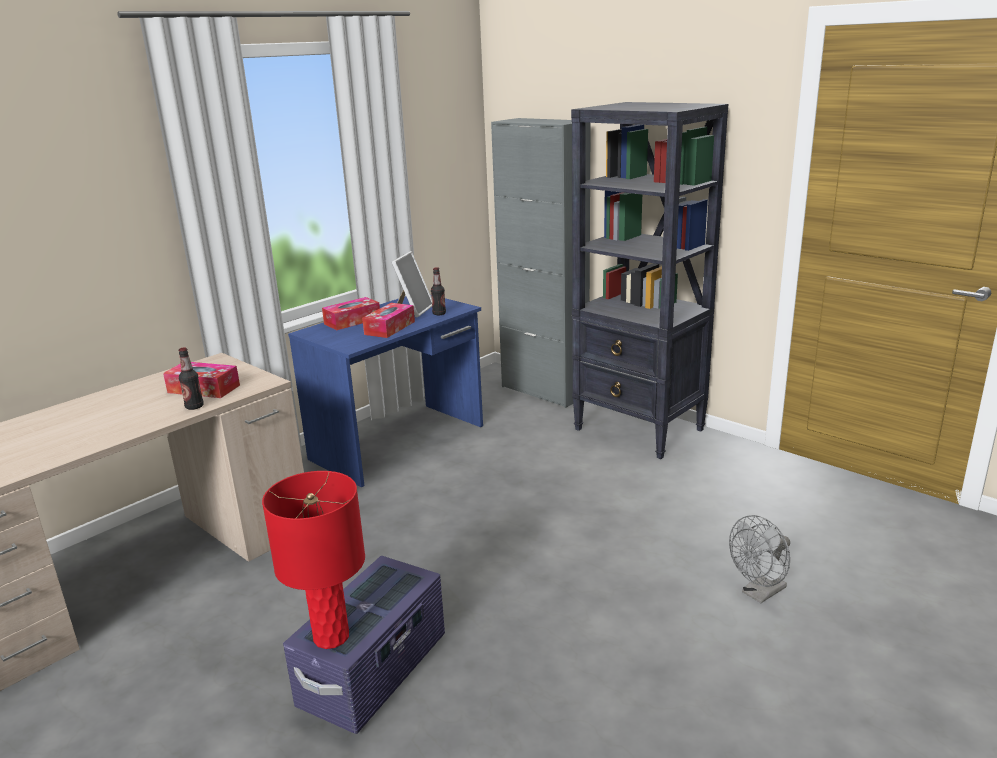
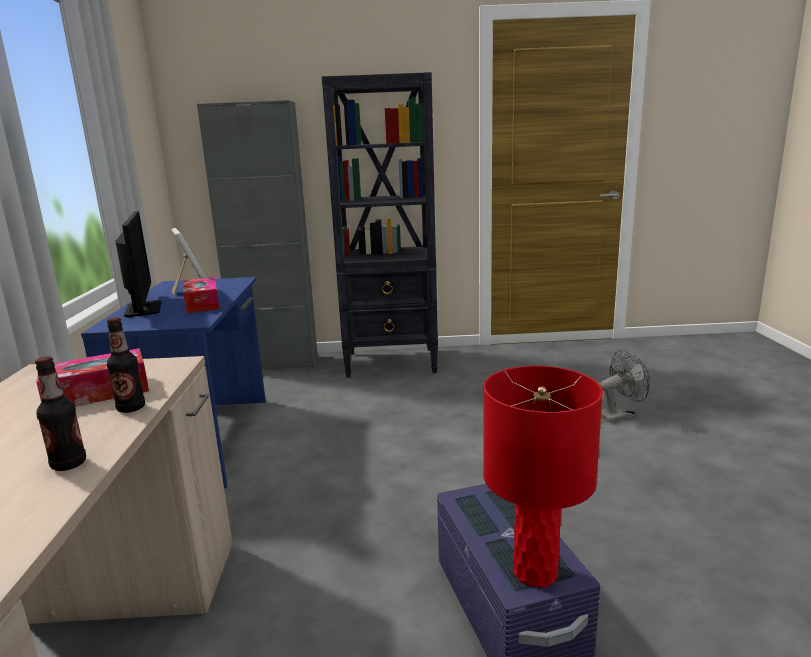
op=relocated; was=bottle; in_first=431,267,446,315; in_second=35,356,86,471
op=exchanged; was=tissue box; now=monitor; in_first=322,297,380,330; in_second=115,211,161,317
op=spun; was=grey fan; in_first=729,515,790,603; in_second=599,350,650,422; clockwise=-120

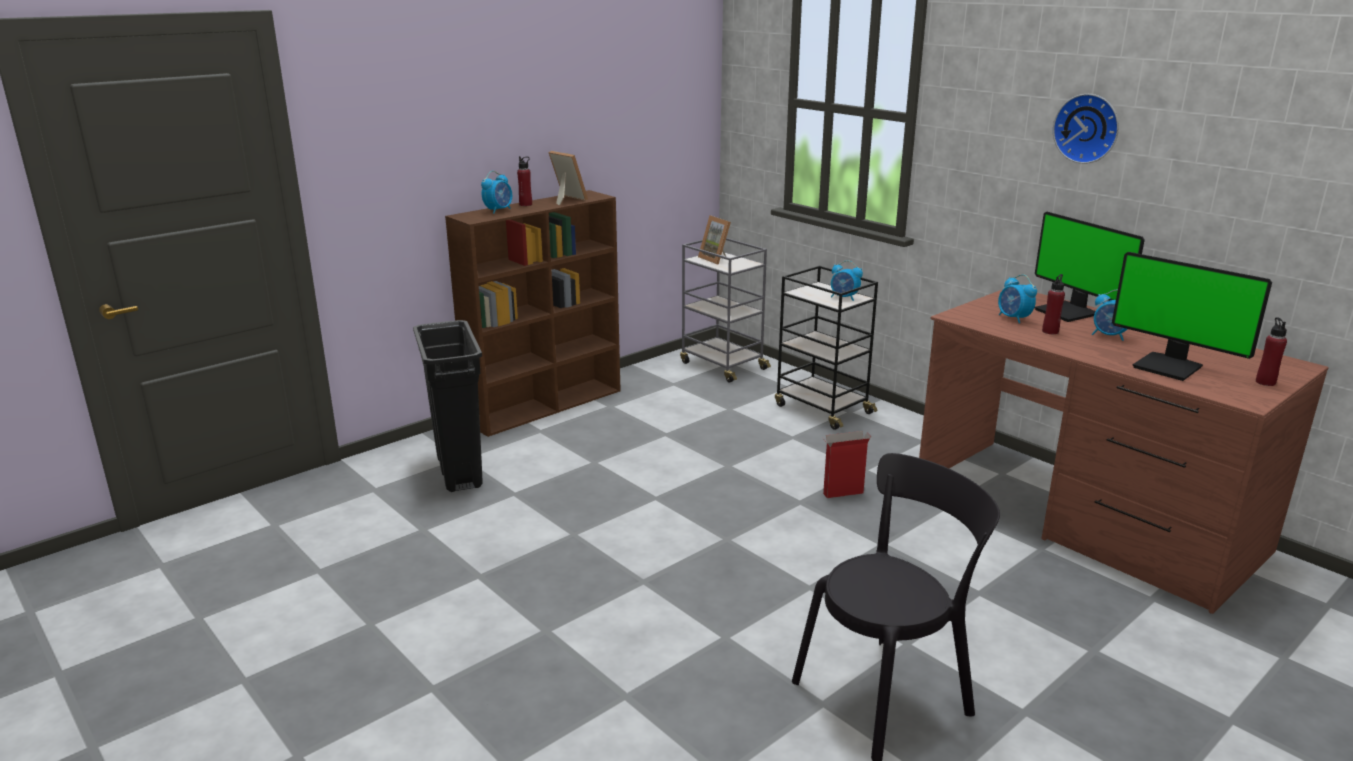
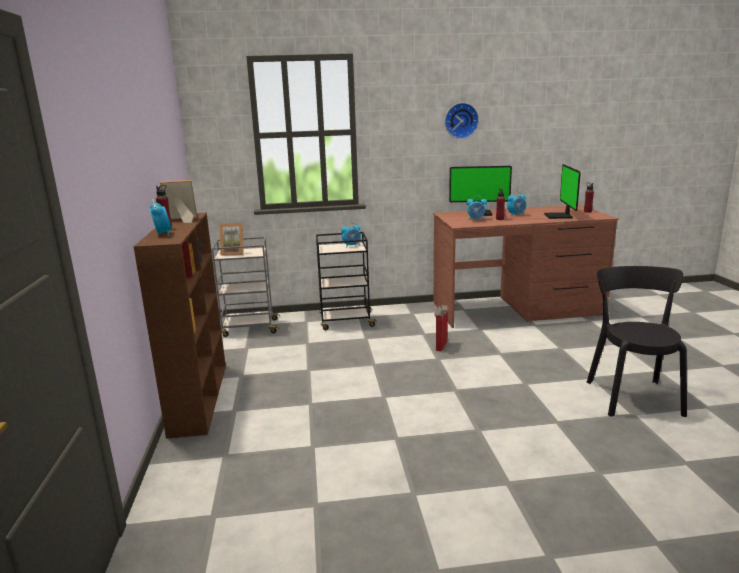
op=missing; was=black trash can; in_first=413,320,483,492
op=spun; was=monitor; in_first=1112,252,1272,381; in_second=544,164,581,219; clockwise=105

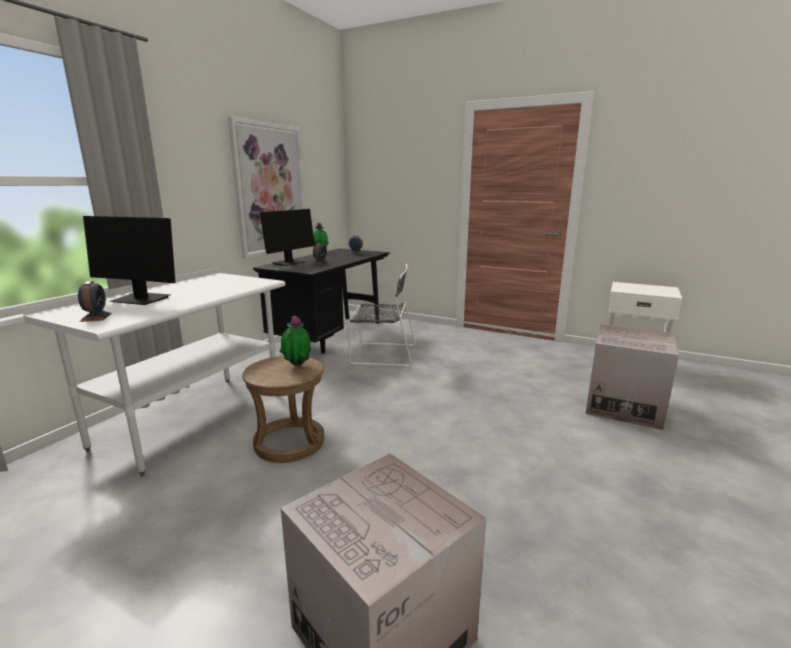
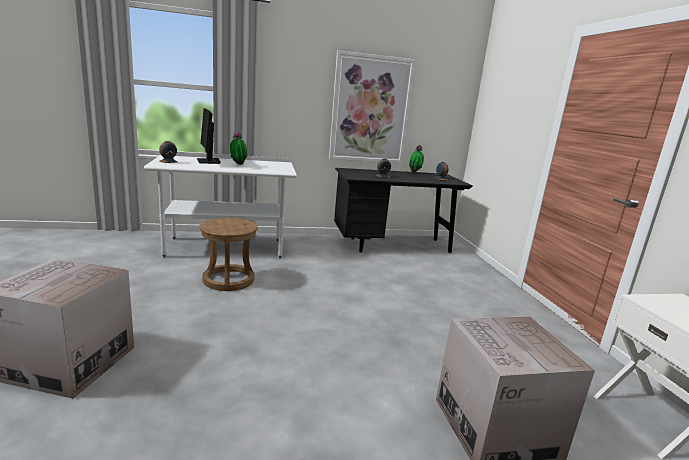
op=missing; was=monitor; in_first=260,209,315,266
op=missing; was=black chair; in_first=348,264,416,367
op=relocated; was=potted plant; in_first=279,316,311,366; in_second=230,131,247,165

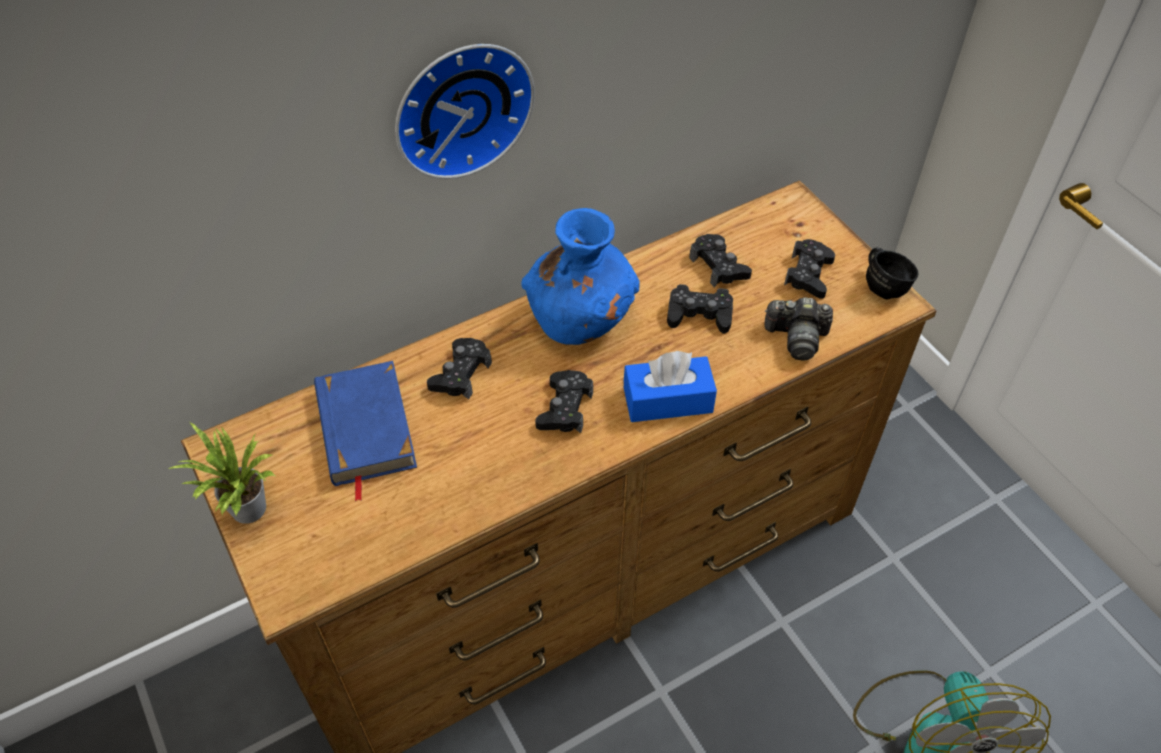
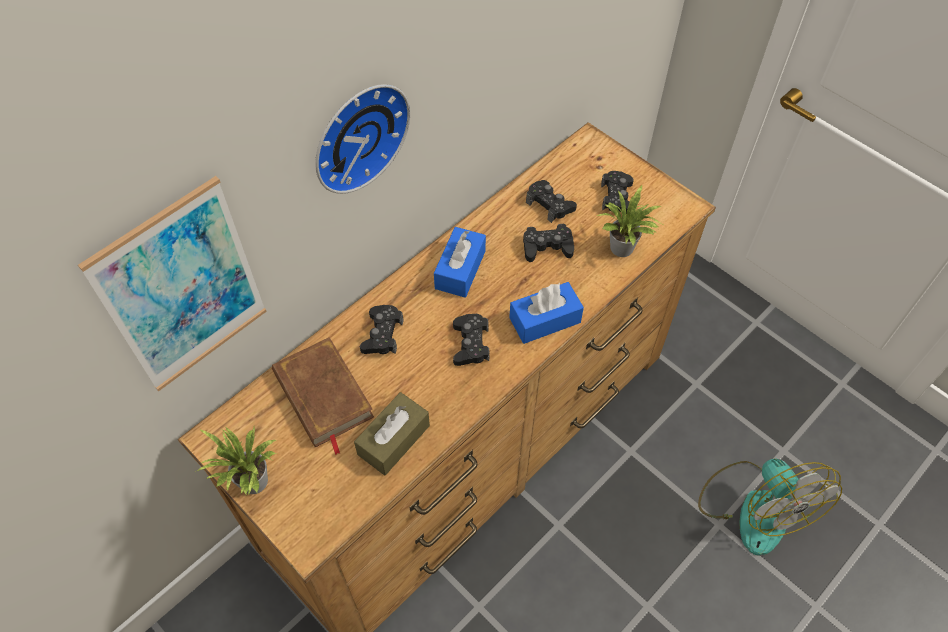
op=missing; was=black mug; in_first=866,248,919,299
op=appeared; now=picture; in_second=78,176,267,391
op=appeared; now=brown tissue box; in_second=354,392,430,476
op=exchanged; was=blue vase; now=blue tissue box; in_first=521,208,640,345; in_second=434,227,486,298
op=exchanged; was=photo camera; now=potted plant; in_first=764,297,833,360; in_second=597,185,665,257
op=colour; was=blue book; now=brown book; in_first=314,361,417,501; in_second=272,337,374,455

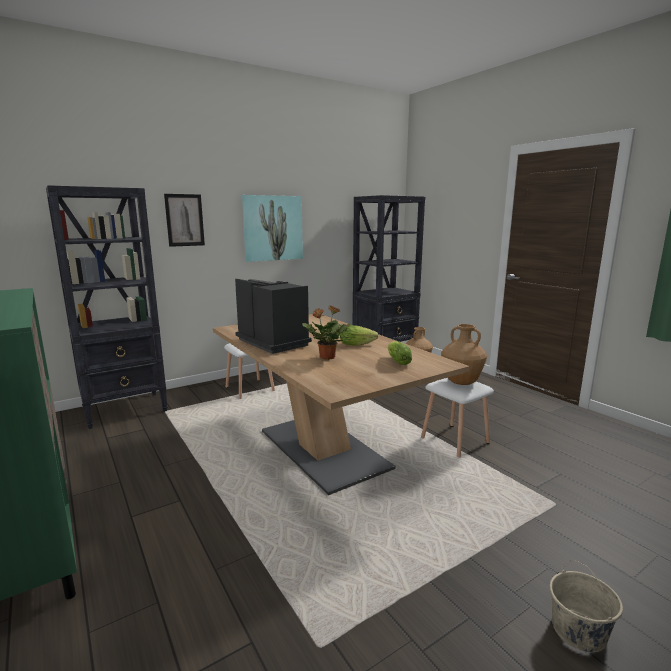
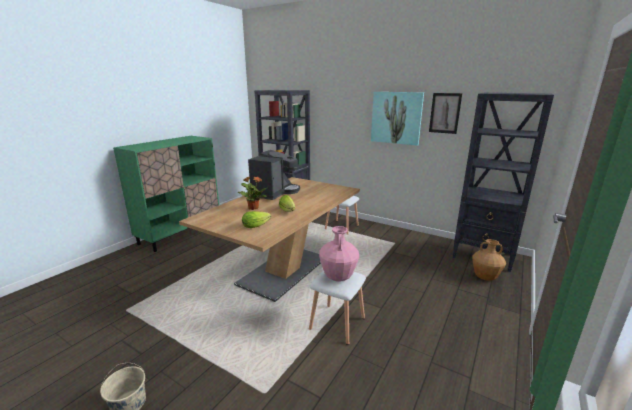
op=relocated; was=picture; in_first=164,194,205,247; in_second=429,93,462,134
op=colour; was=brown vase; now=pink vase; in_first=441,324,487,385; in_second=319,226,359,281

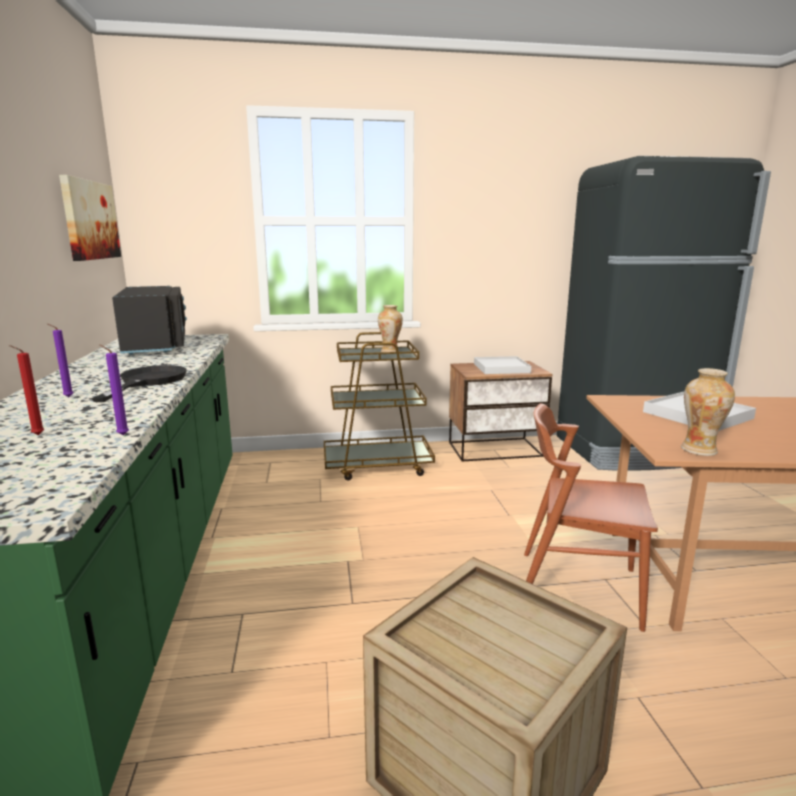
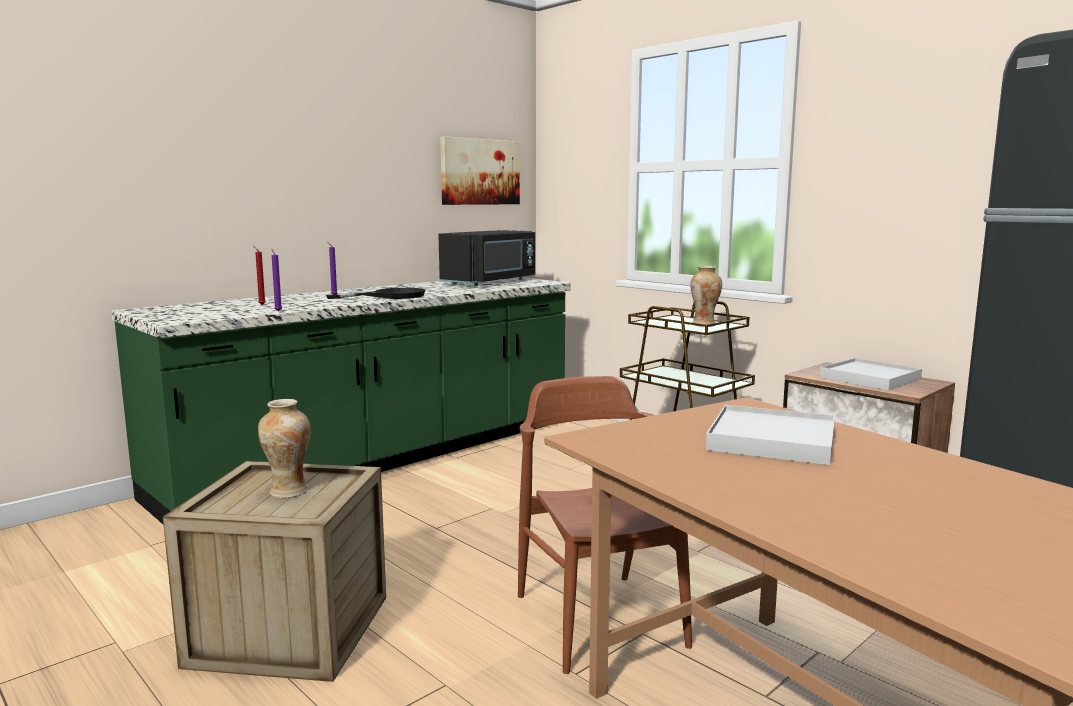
op=relocated; was=vase; in_first=681,368,735,456; in_second=258,399,310,498

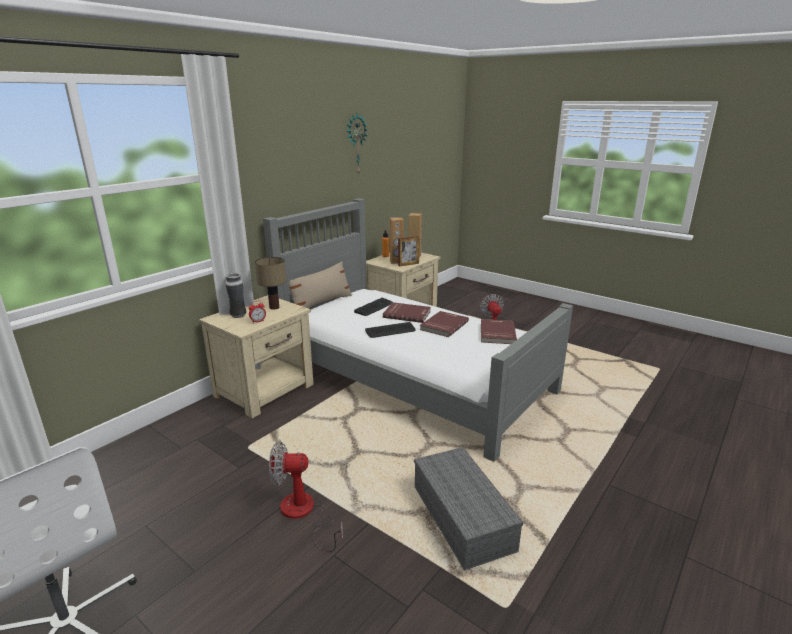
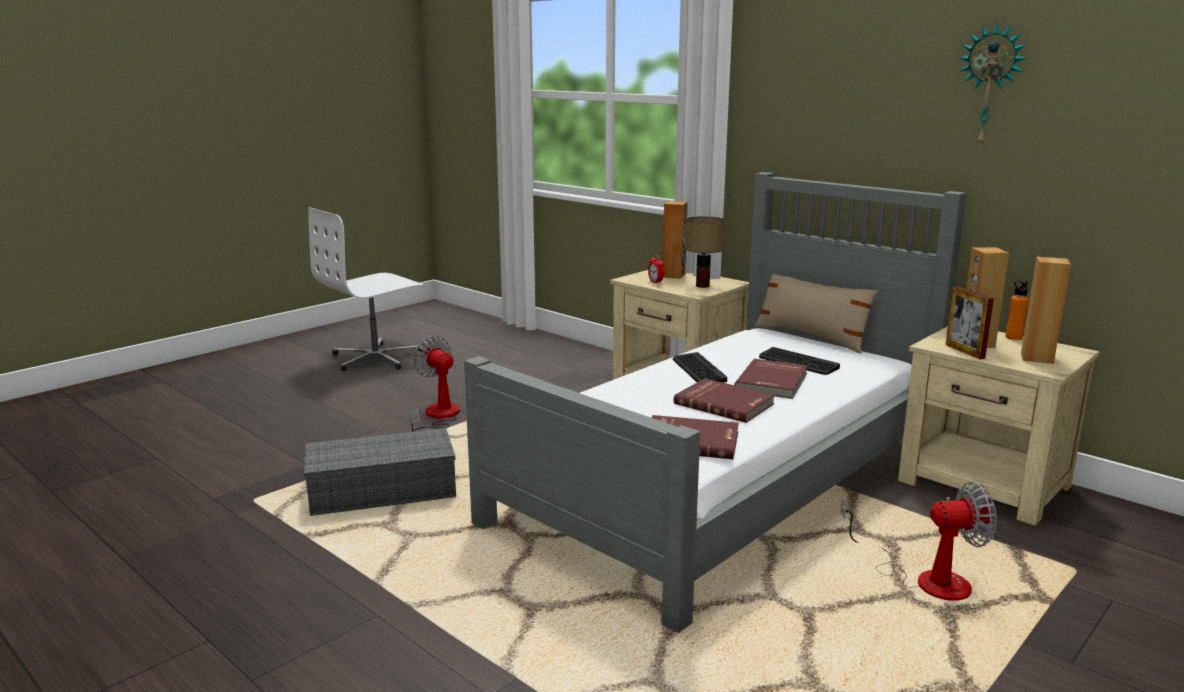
op=exchanged; was=vase; now=brown speaker; in_first=225,273,247,318; in_second=663,201,688,279
op=spun; was=fan; in_first=269,441,343,552; in_second=411,336,460,432; clockwise=-45

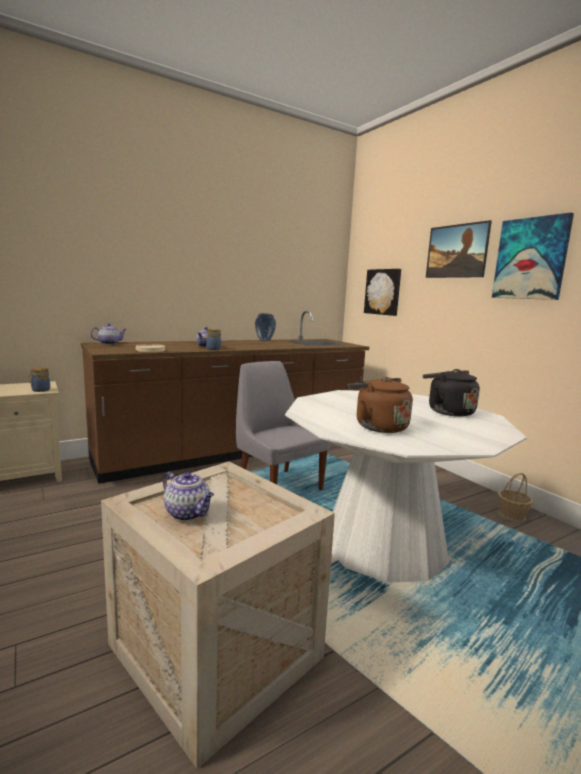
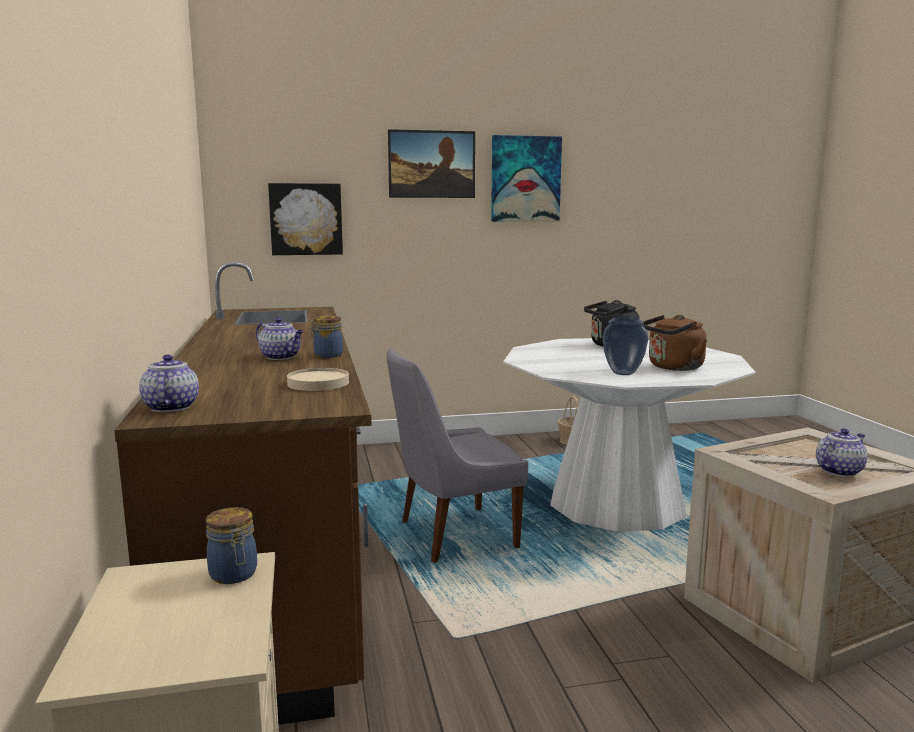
op=relocated; was=vase; in_first=255,313,276,341; in_second=602,317,648,375

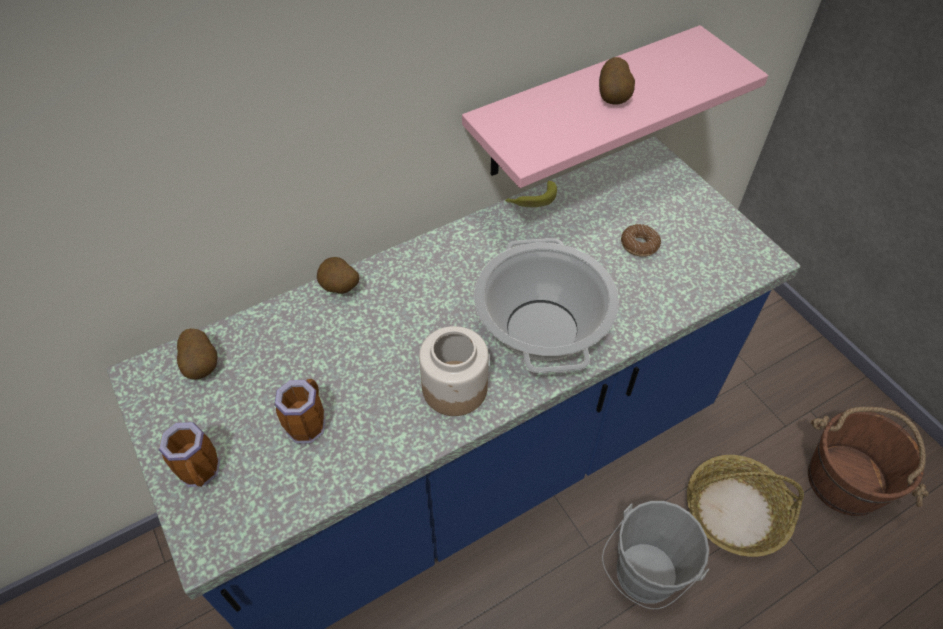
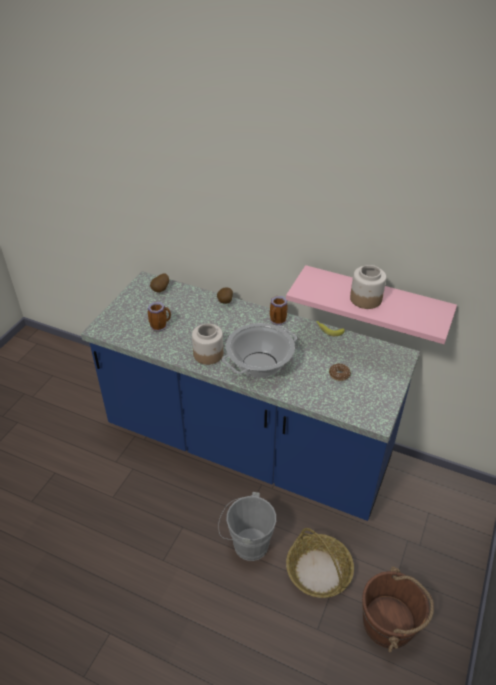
op=relocated; was=mug; in_first=159,422,220,487; in_second=270,296,288,325
op=exchanged; was=potato; now=jar; in_first=599,57,635,105; in_second=350,265,386,309

